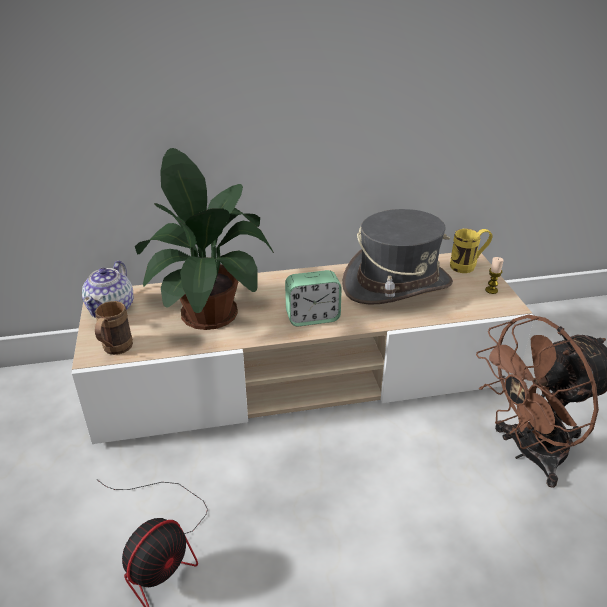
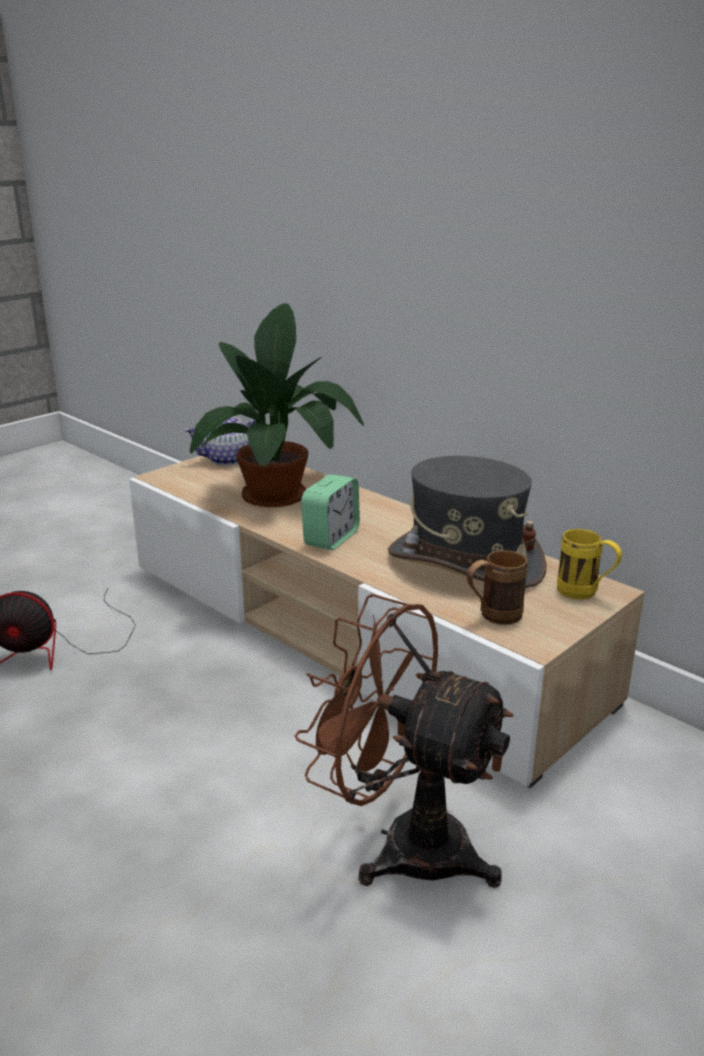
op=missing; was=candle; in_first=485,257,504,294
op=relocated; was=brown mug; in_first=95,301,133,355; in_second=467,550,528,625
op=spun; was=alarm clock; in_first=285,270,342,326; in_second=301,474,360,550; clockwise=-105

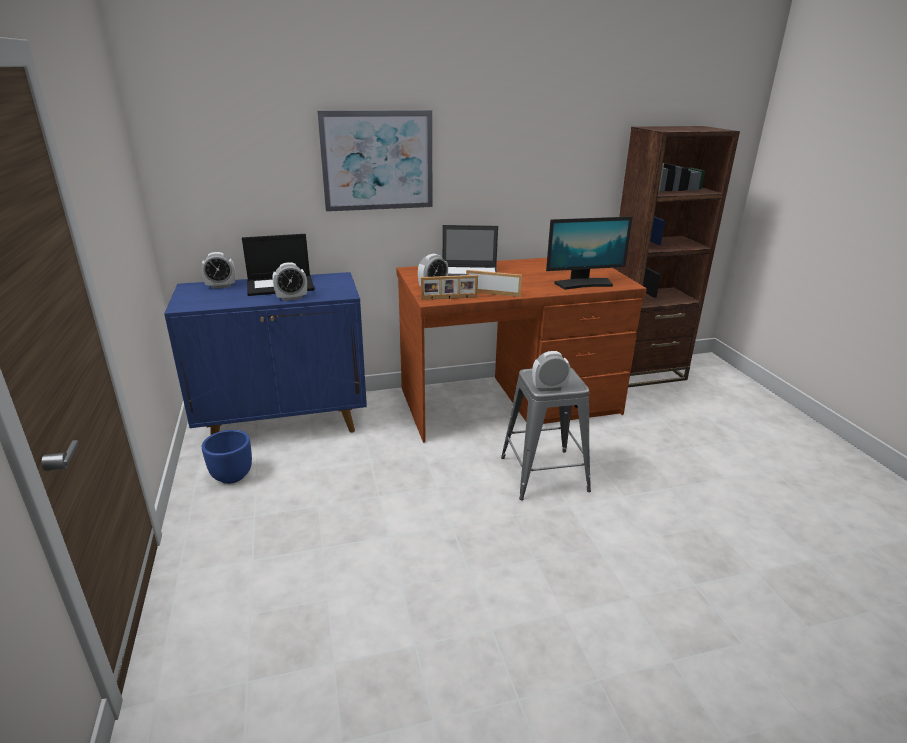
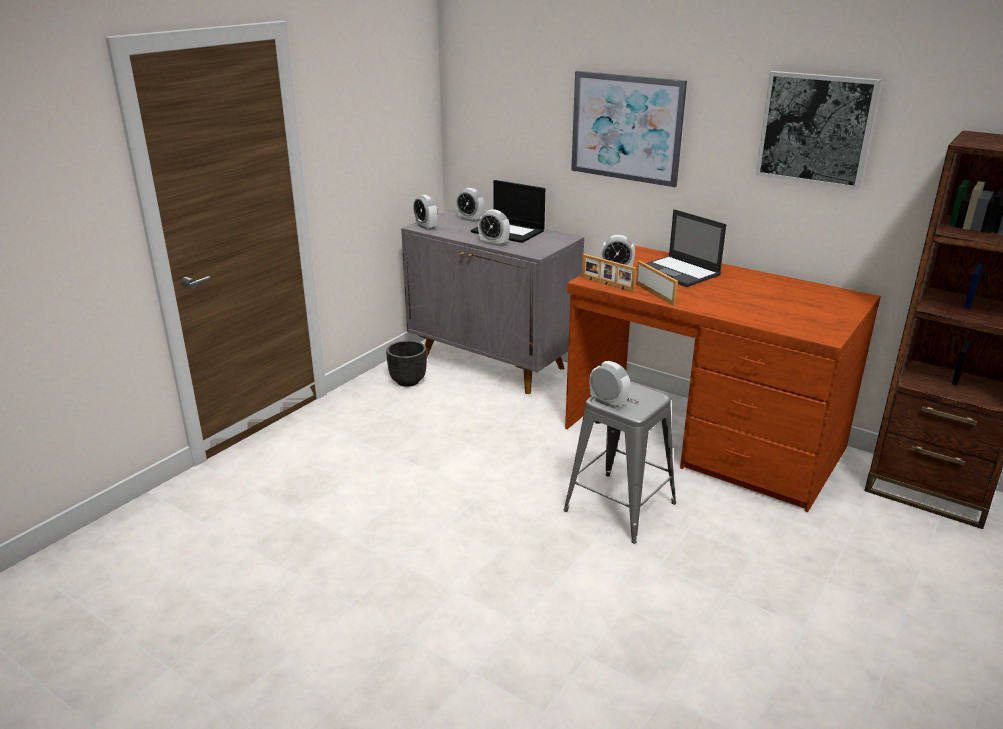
op=missing; was=monitor; in_first=546,216,633,290
op=appeared; now=alarm clock; in_second=413,195,438,230
op=appeared; now=picture; in_second=756,71,881,190
op=colour; was=blue cabinet; now=grey cabinet; in_first=164,272,367,435; in_second=401,209,584,394
op=colour; was=blue planter; now=black planter; in_first=202,430,252,484; in_second=386,340,427,387

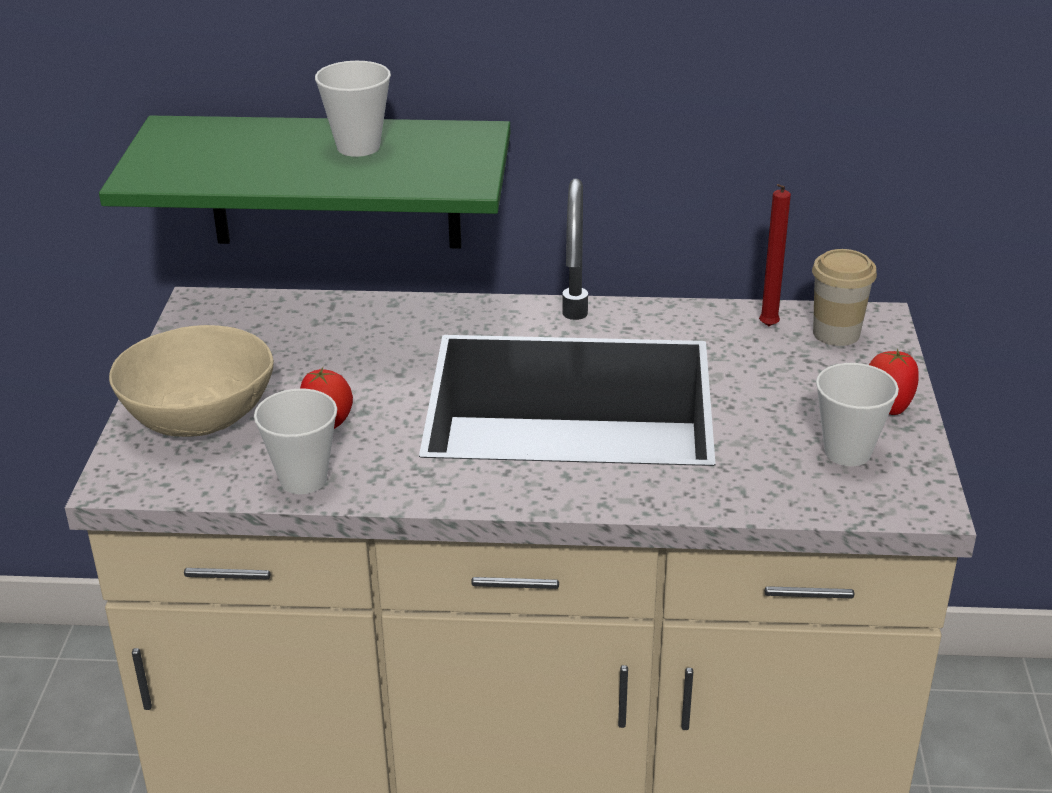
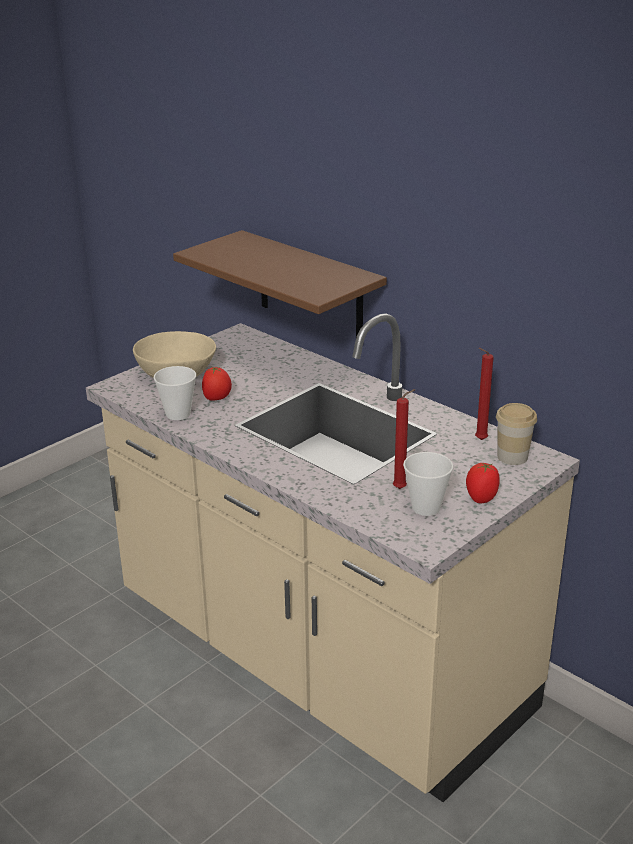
op=missing; was=cup; in_first=315,61,391,157
op=appeared; now=red candle; in_second=393,389,416,489
op=colour; was=green shelf; now=brown shelf; in_first=99,116,510,249; in_second=173,230,387,337

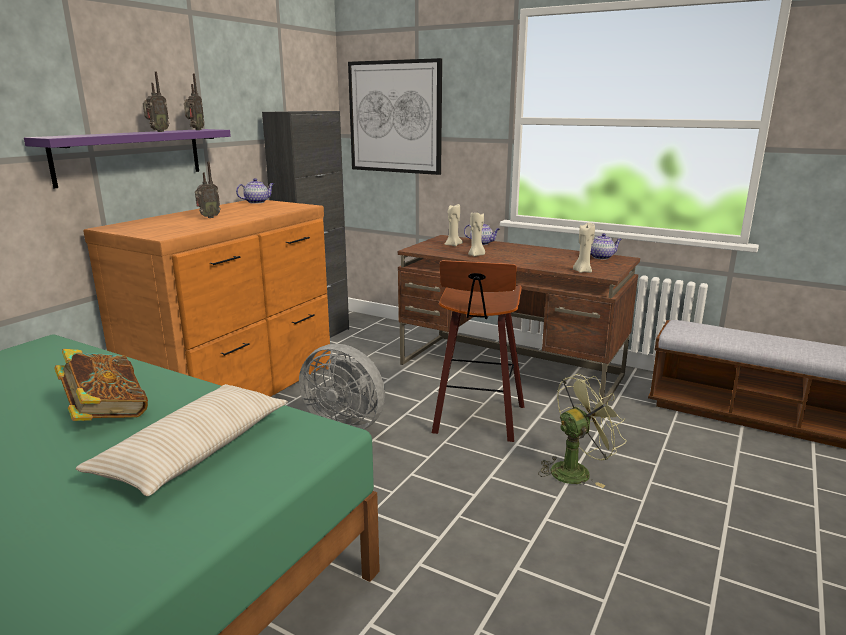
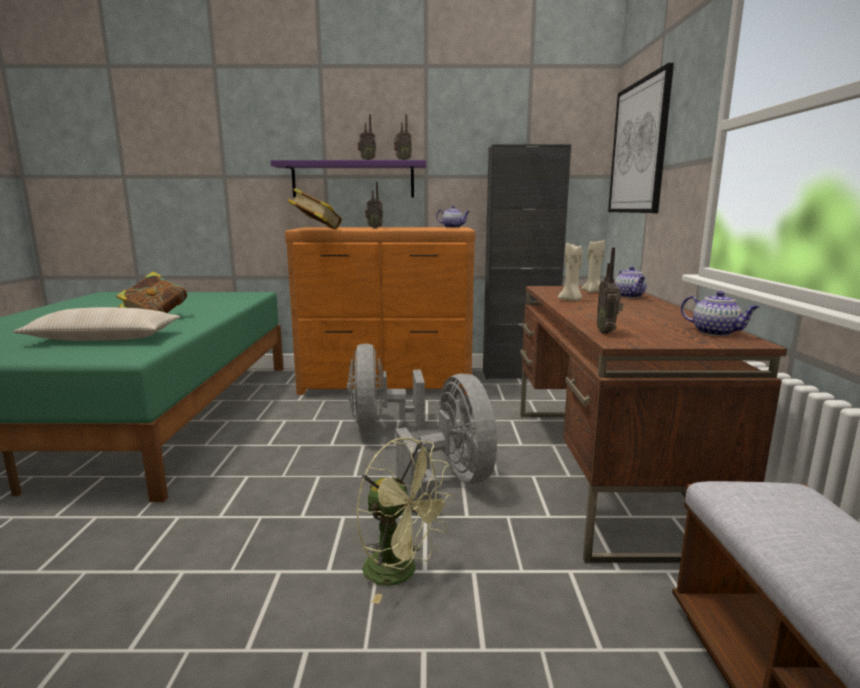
op=appeared; now=book; in_second=288,188,342,229
op=exchanged; was=stool; now=grey fan; in_first=432,260,525,442; in_second=396,374,497,507
op=exchanged; was=beige candle; now=radio; in_first=573,223,595,273; in_second=597,247,623,334

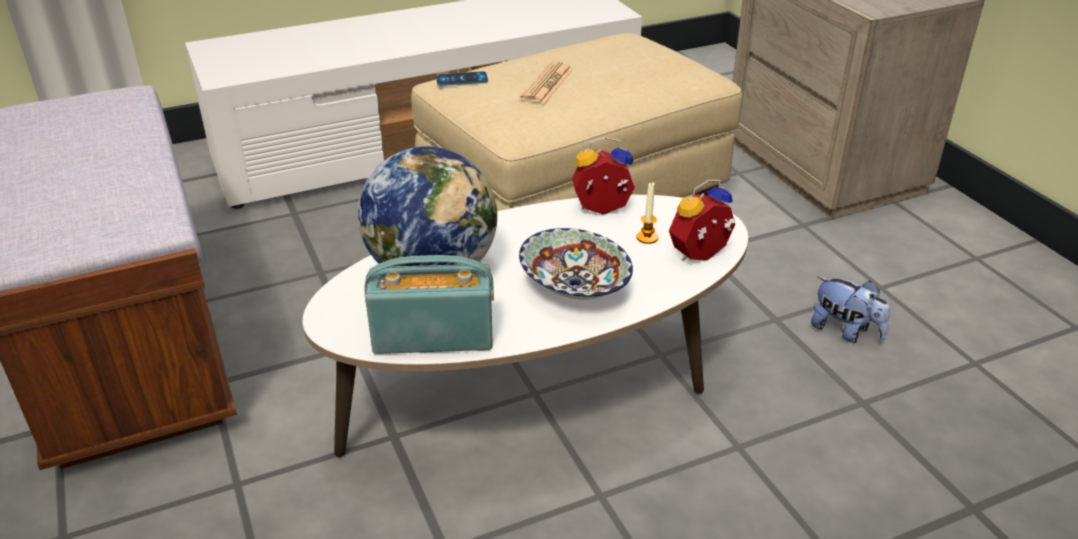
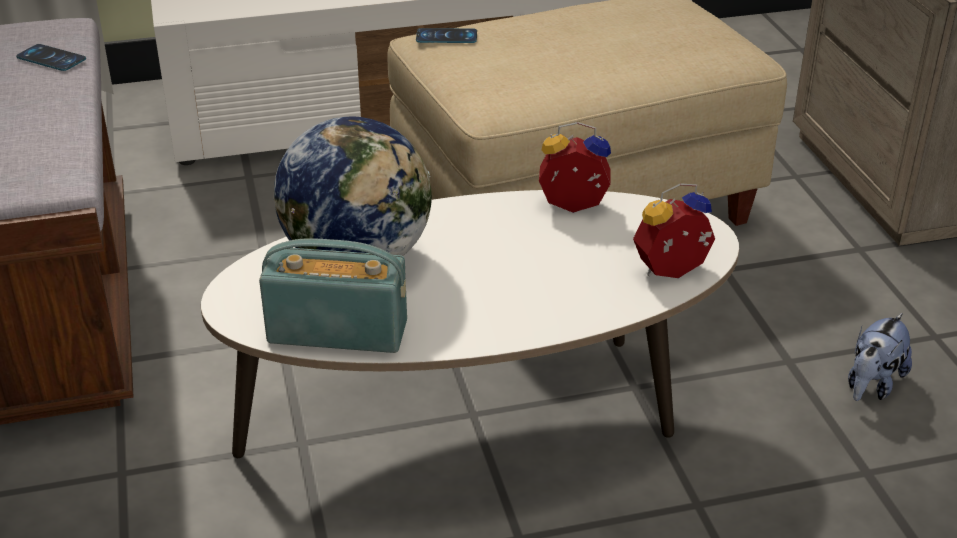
op=missing; was=bowl; in_first=519,228,633,299
op=missing; was=newspaper; in_first=520,62,573,103
op=missing; was=candle; in_first=637,182,658,244
op=appeared; now=phone; in_second=16,44,86,71
op=spun; was=plush toy; in_first=811,277,890,343; in_second=848,313,912,401; clockwise=75

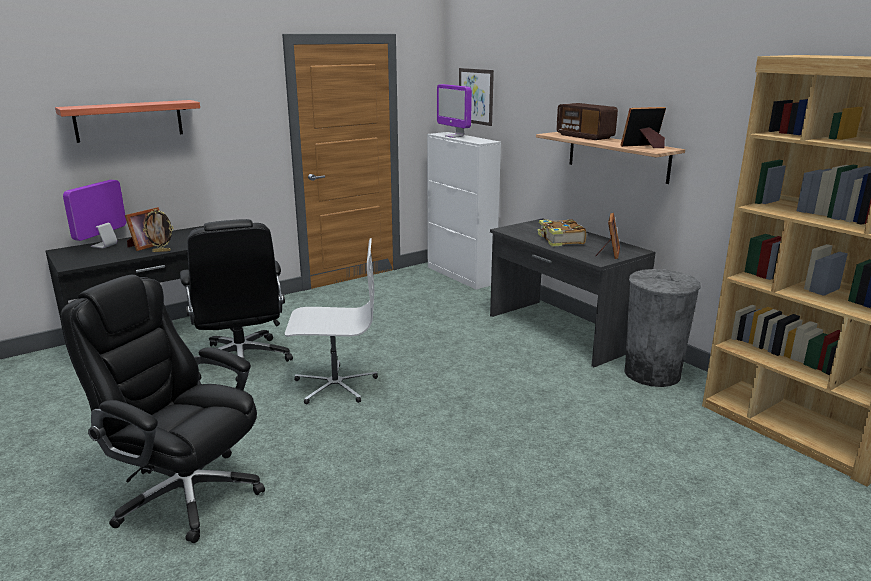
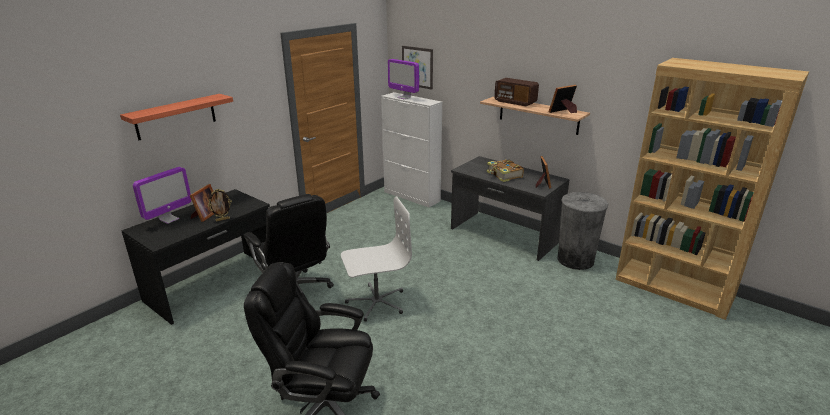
op=spun; was=monitor; in_first=63,180,126,248; in_second=133,167,192,224; clockwise=-150

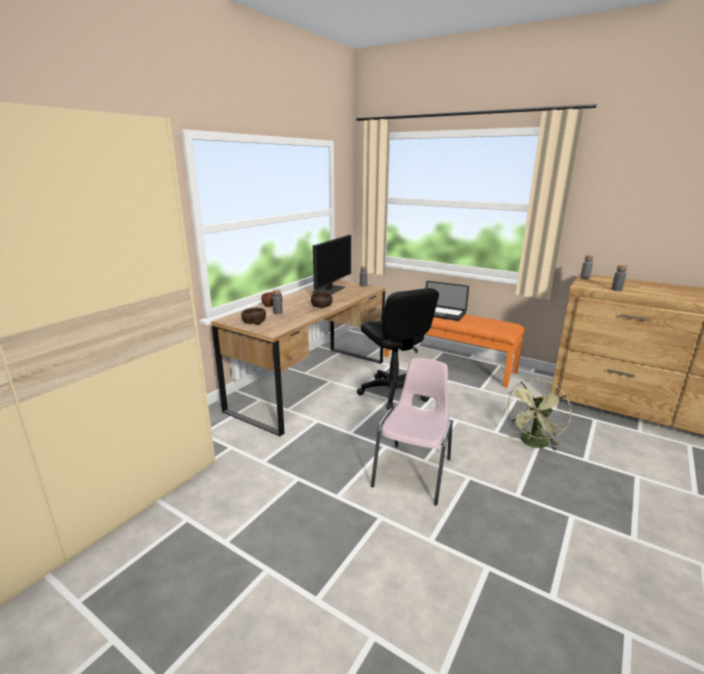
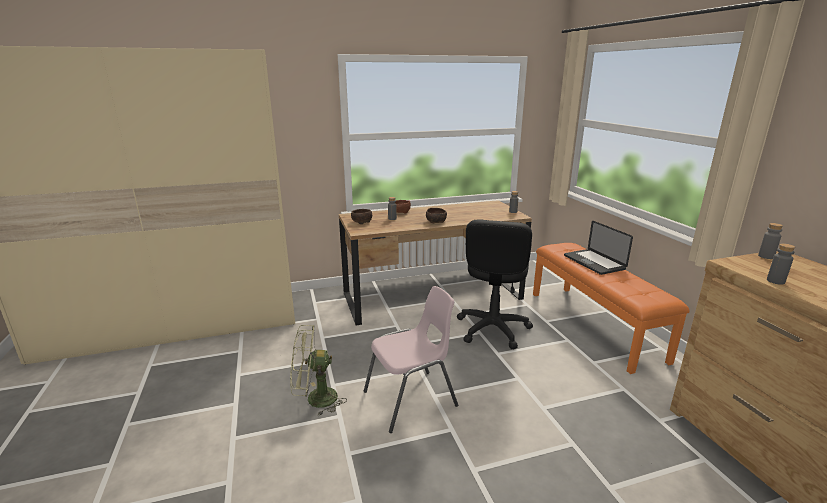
op=missing; was=monitor; in_first=312,235,351,294
op=relocated; was=green fan; in_first=505,379,571,451; in_second=290,325,347,416

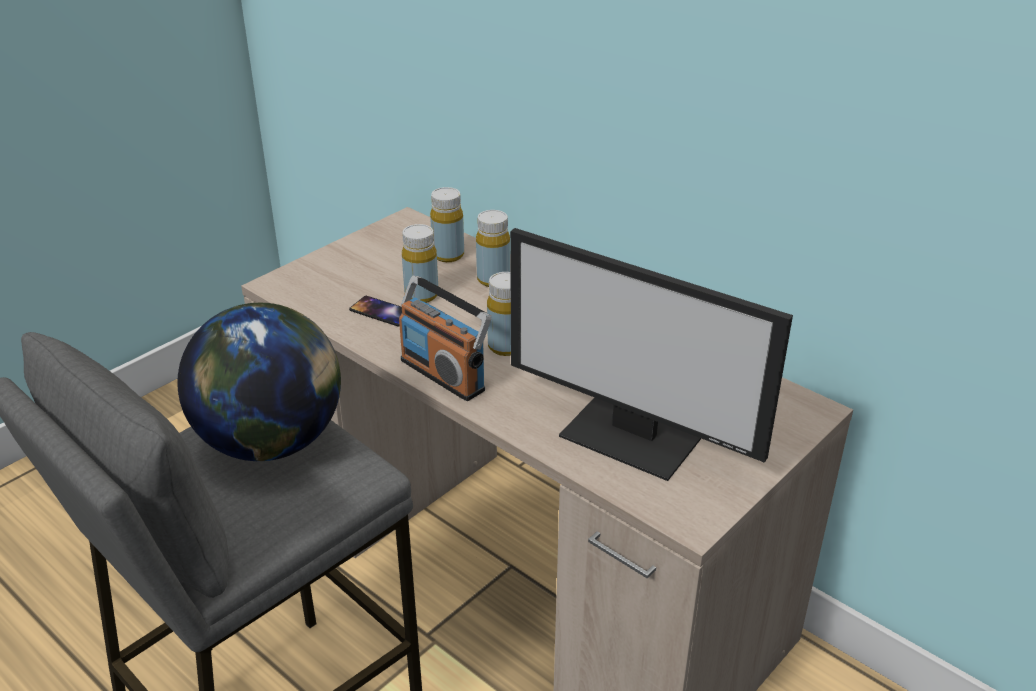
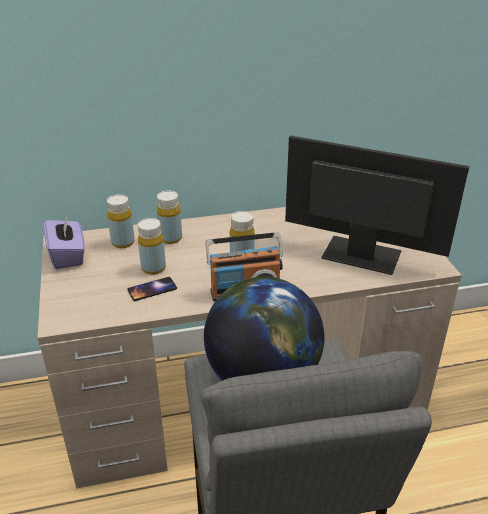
op=appeared; now=purple tissue box; in_second=44,215,85,269
op=spun; was=monitor; in_first=510,228,793,481; in_second=285,136,470,275; clockwise=-135

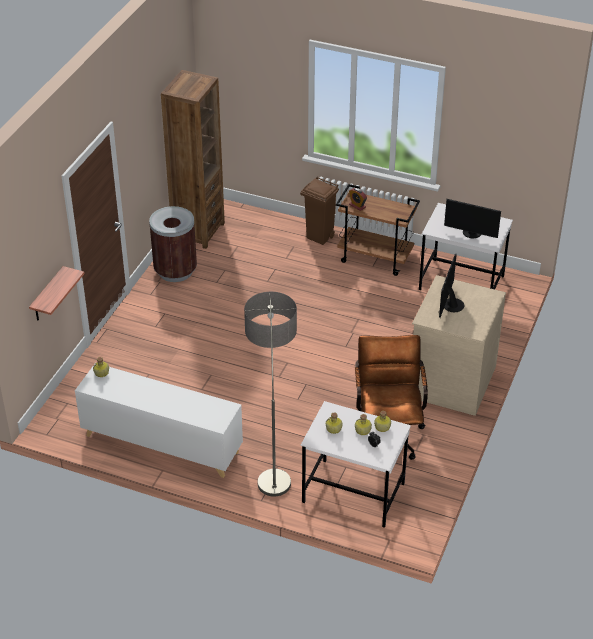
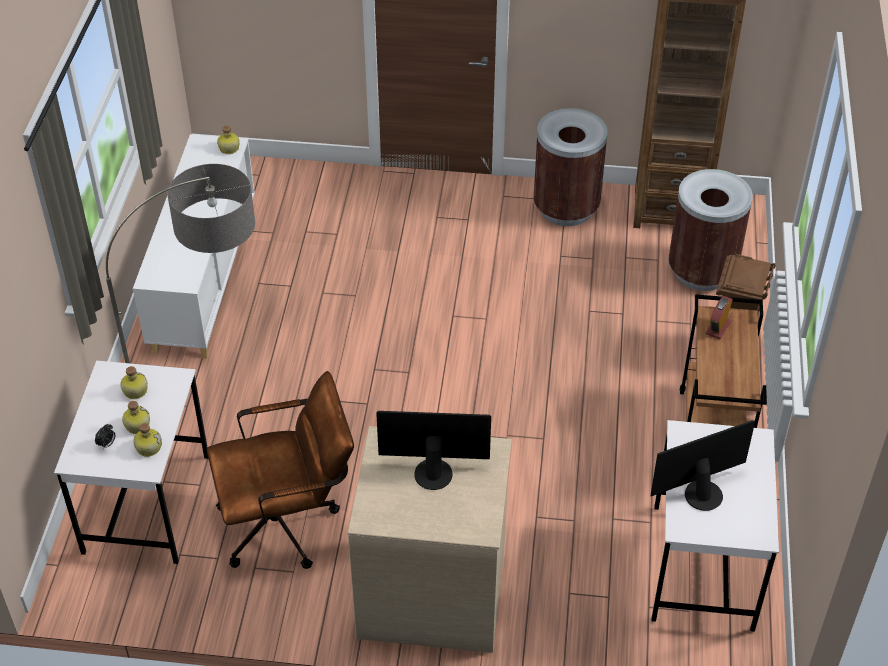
op=missing; was=shelf; in_first=29,266,85,321
op=appeared; now=brown trash can; in_second=668,169,753,291
op=spun; was=monitor; in_first=444,199,501,238; in_second=651,420,755,511; clockwise=60

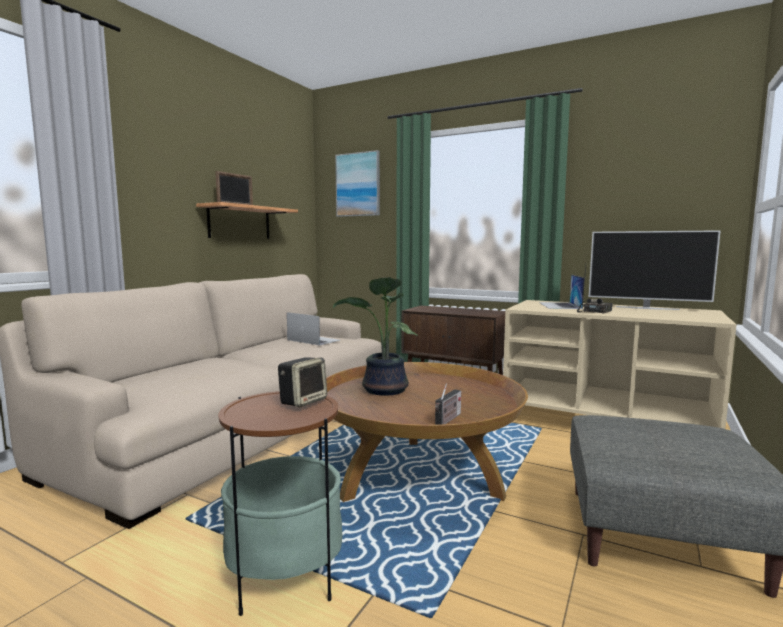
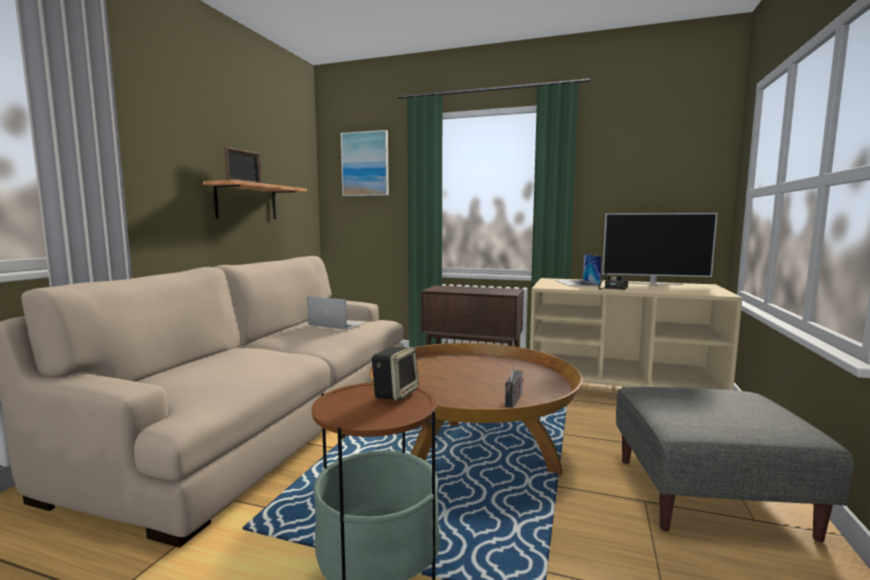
op=missing; was=potted plant; in_first=333,277,418,396

